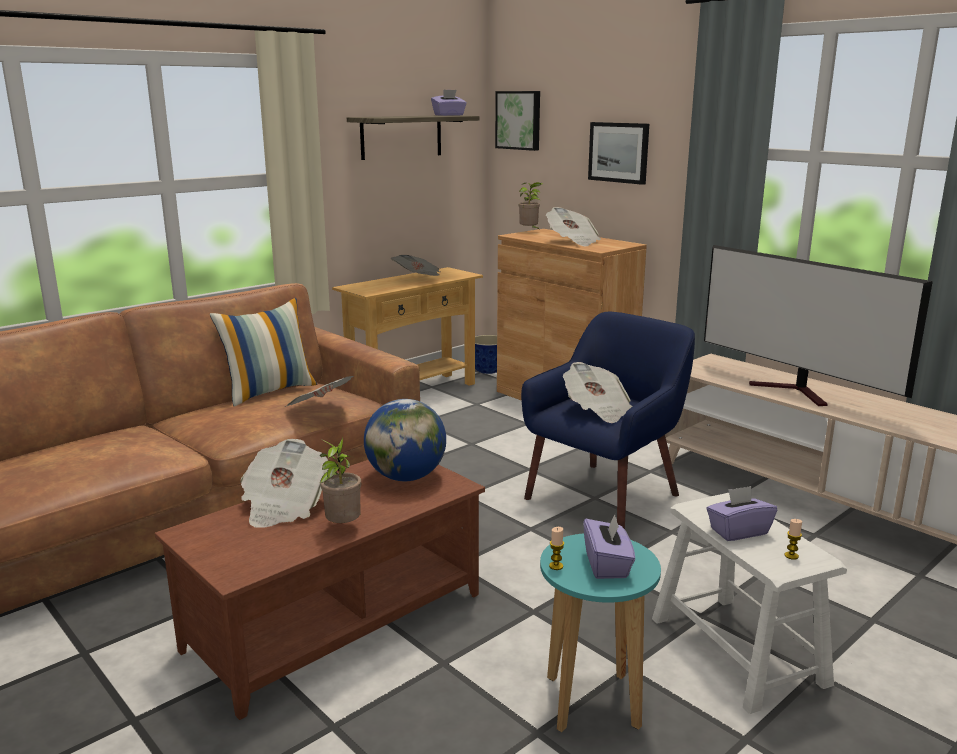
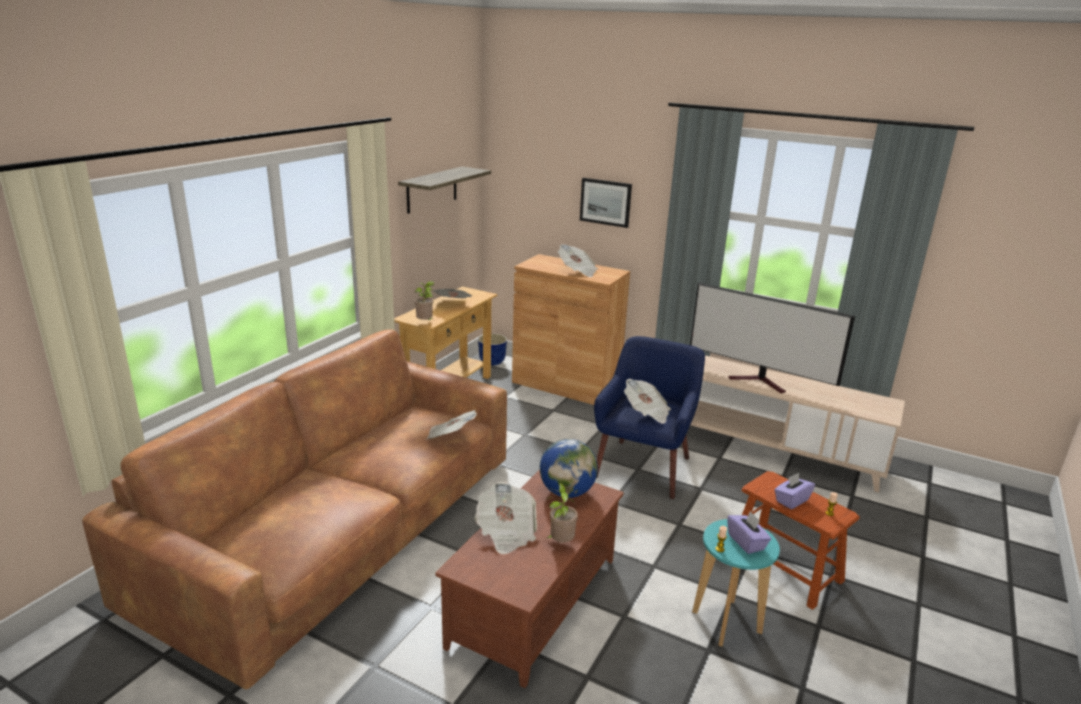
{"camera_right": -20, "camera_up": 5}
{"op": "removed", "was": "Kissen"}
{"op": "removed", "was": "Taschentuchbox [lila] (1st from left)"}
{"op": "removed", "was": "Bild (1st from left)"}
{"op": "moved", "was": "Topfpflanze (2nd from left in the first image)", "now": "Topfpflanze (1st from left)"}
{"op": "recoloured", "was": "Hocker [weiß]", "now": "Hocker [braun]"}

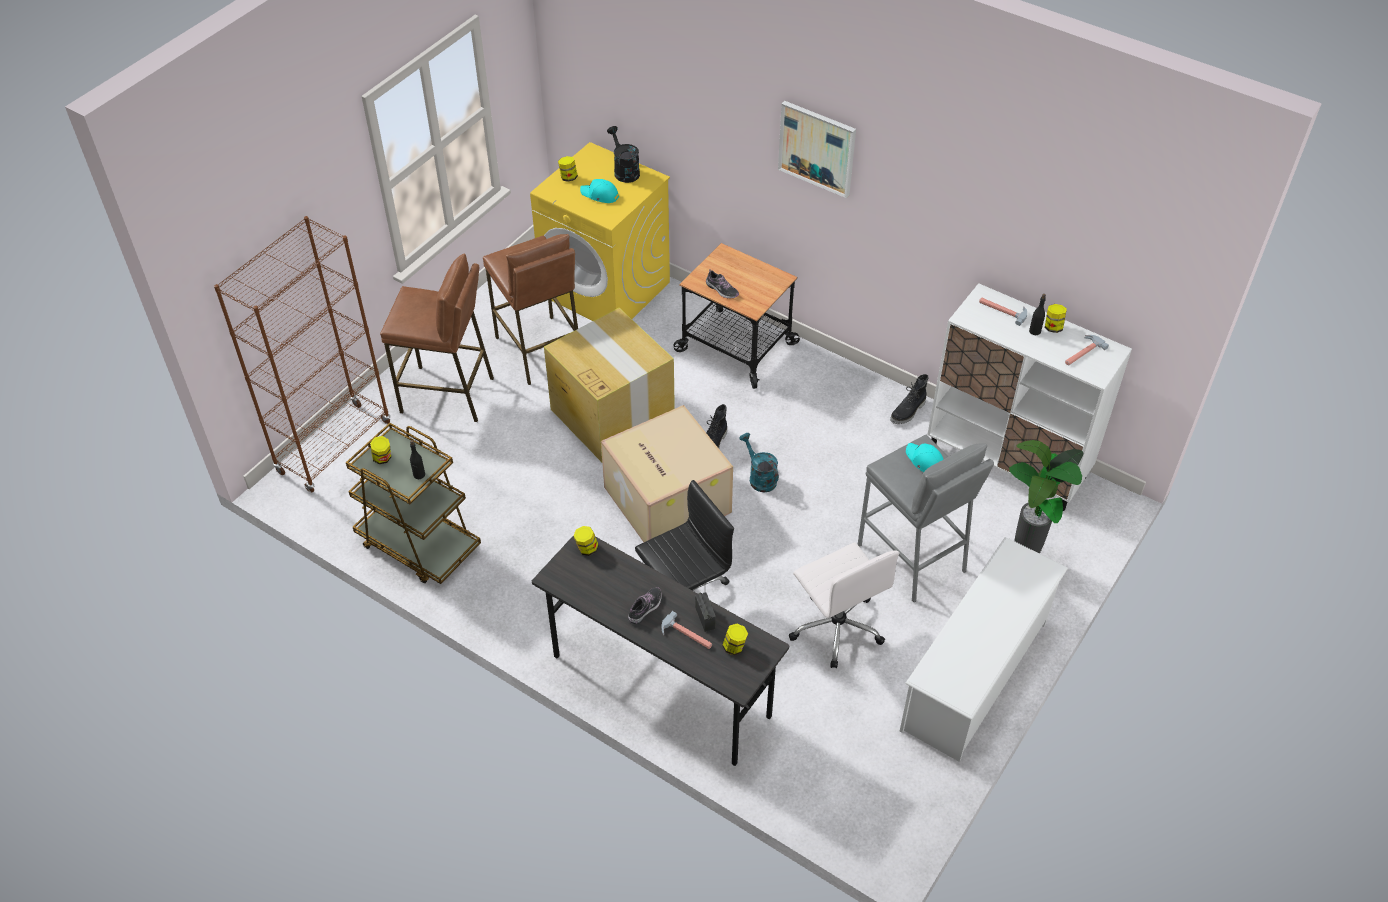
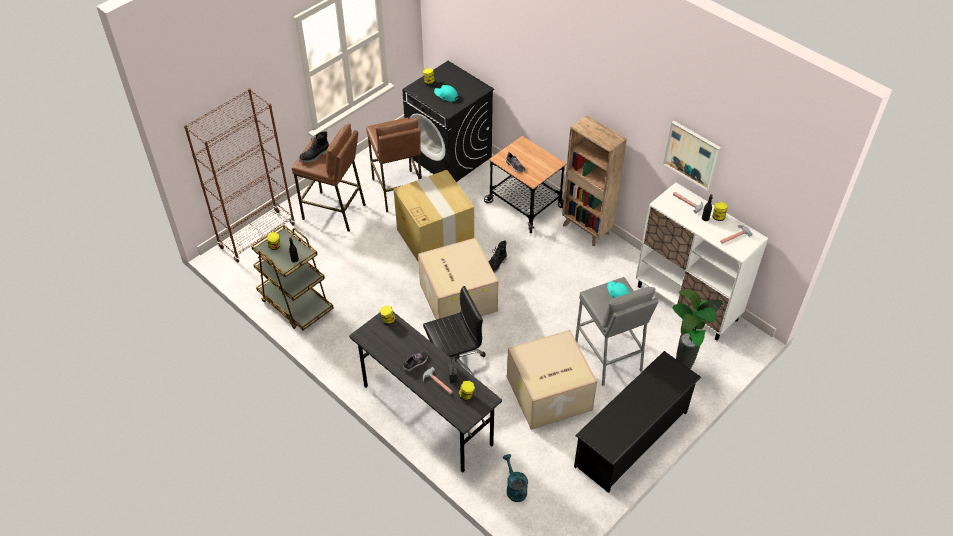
{"camera_right": 10, "camera_up": 0}
{"op": "removed", "was": "Gießkanne [schwarz]"}
{"op": "added", "now": "Bücherregal [braun] (2nd from left)"}
{"op": "moved", "was": "Gießkanne [türkis]"}
{"op": "moved", "was": "Bild"}
{"op": "moved", "was": "Stiefel [schwarz] (2nd from left in the first image)", "now": "Stiefel [schwarz] (1st from left)"}
{"op": "replaced", "was": "Bürostuhl [weiß]", "now": "Karton (3rd from left)"}
{"op": "recoloured", "was": "Waschmaschine [gelb]", "now": "Waschmaschine [schwarz]"}
{"op": "recoloured", "was": "Schuhregal [weiß]", "now": "Schuhregal [schwarz]"}

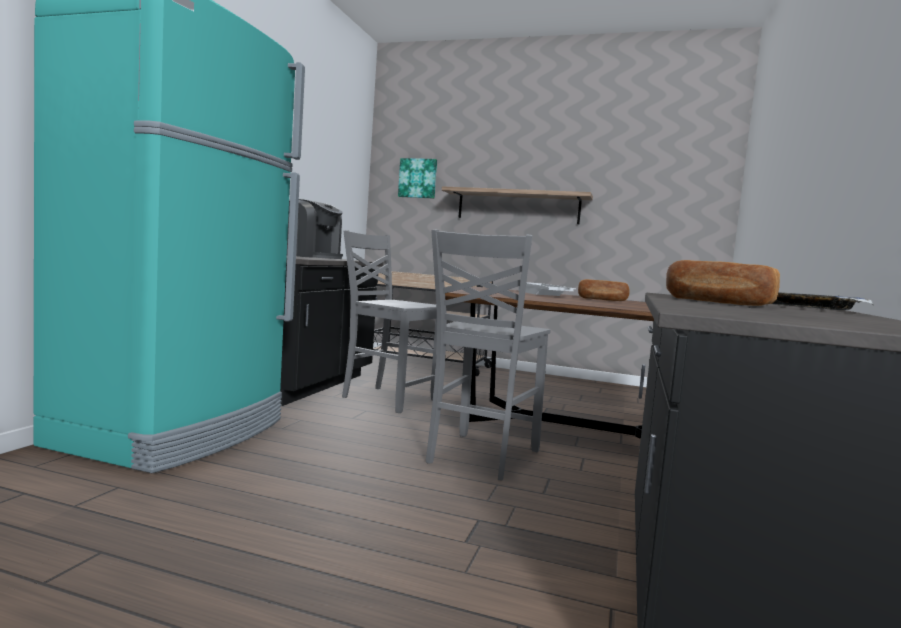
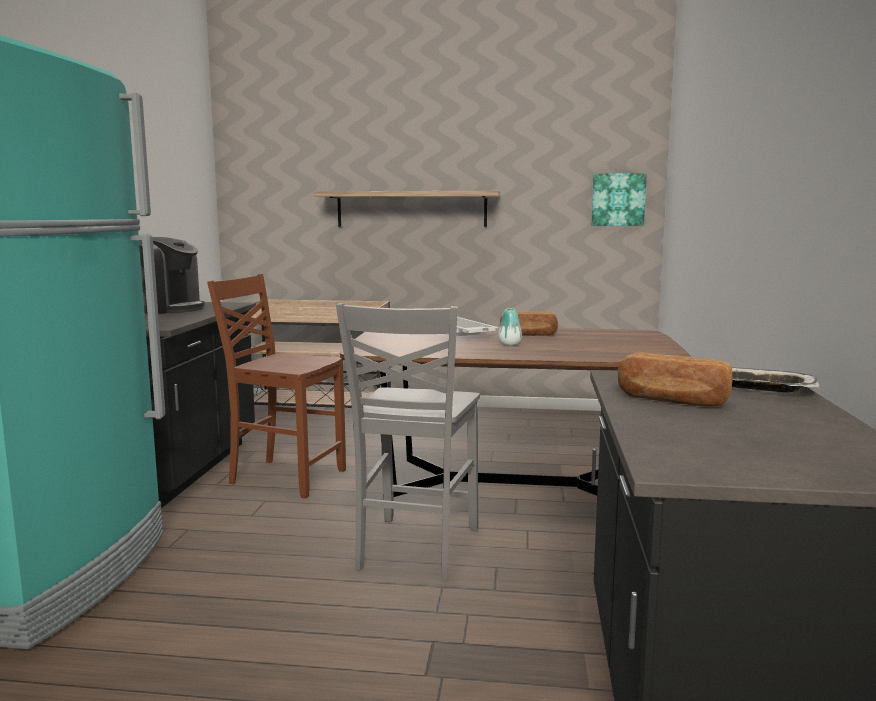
{"camera_right": -10, "camera_up": 5}
{"op": "added", "now": "Vase"}
{"op": "moved", "was": "Bild"}
{"op": "recoloured", "was": "Stuhl [grau] (1st from left)", "now": "Stuhl [braun]"}

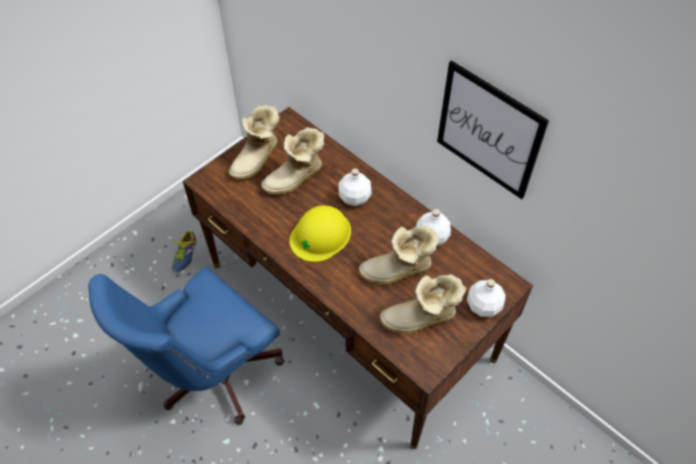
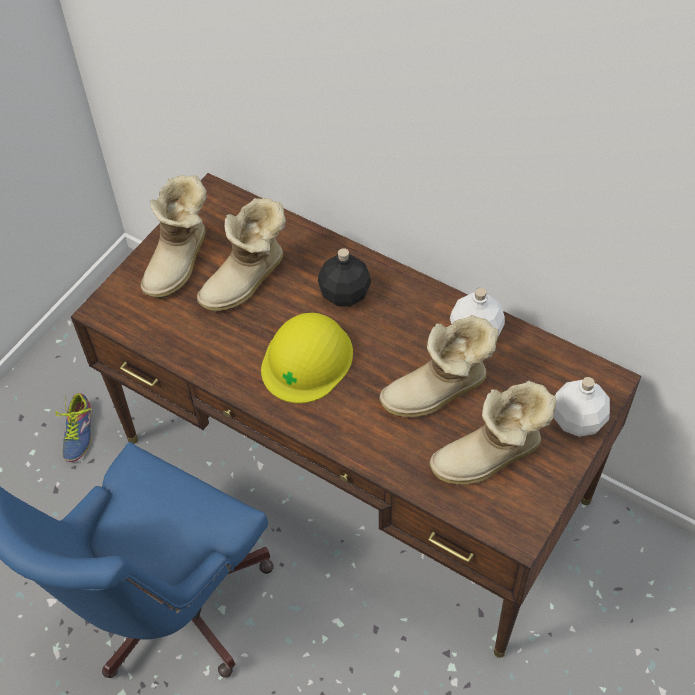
{"camera_right": -10, "camera_up": 0}
{"op": "removed", "was": "Bild"}
{"op": "recoloured", "was": "Flasche [weiß] (1st from left)", "now": "Flasche [schwarz]"}

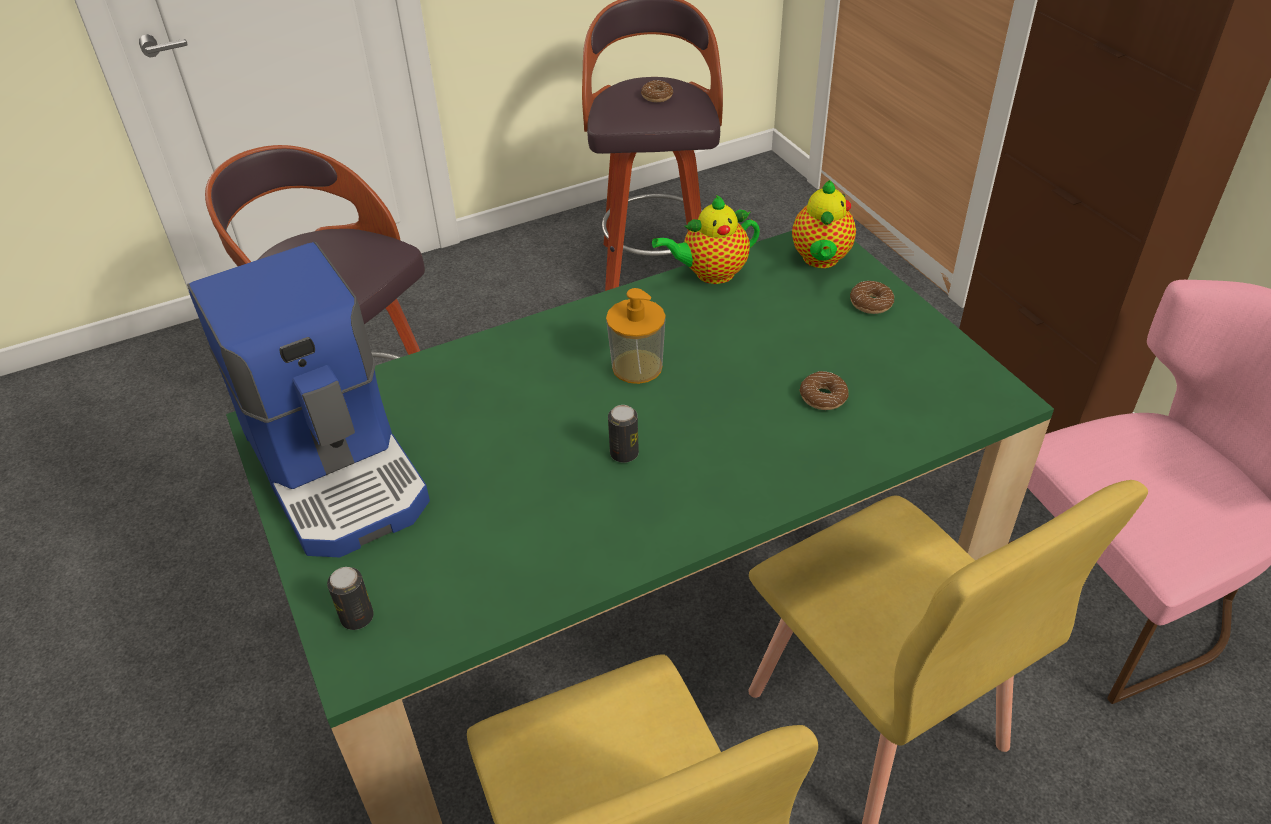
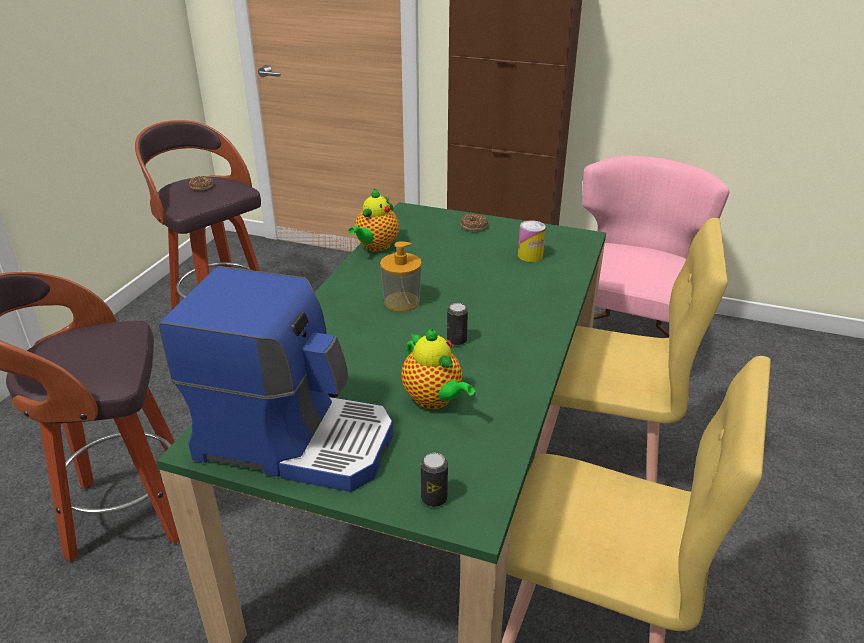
{"camera_right": -45, "camera_up": -10}
{"op": "removed", "was": "Donut (2nd from left)"}
{"op": "added", "now": "Dose (3rd from left)"}
{"op": "moved", "was": "Teekanne (2nd from left)"}

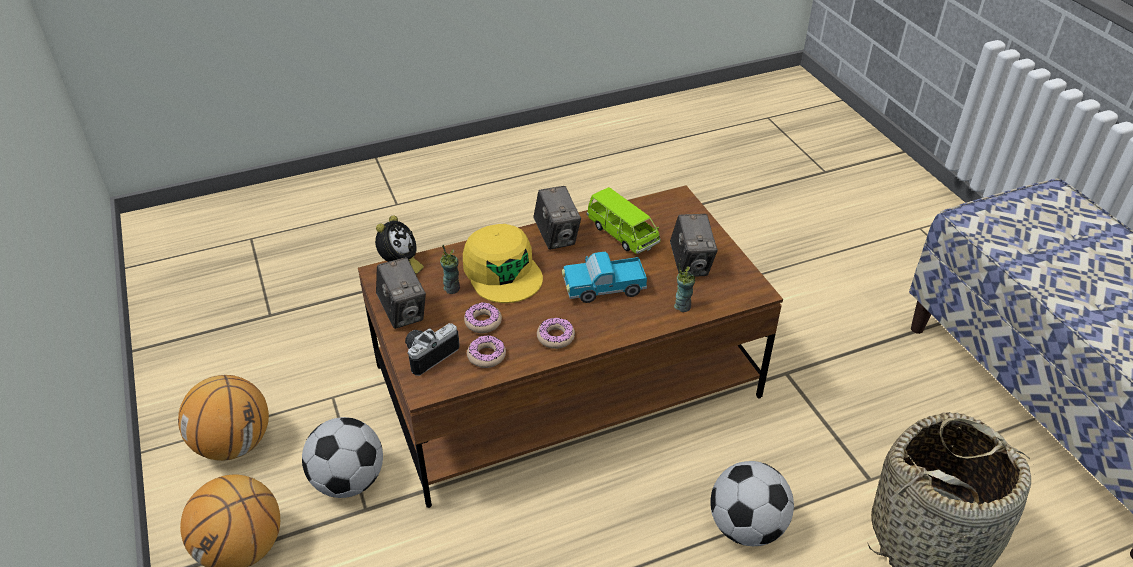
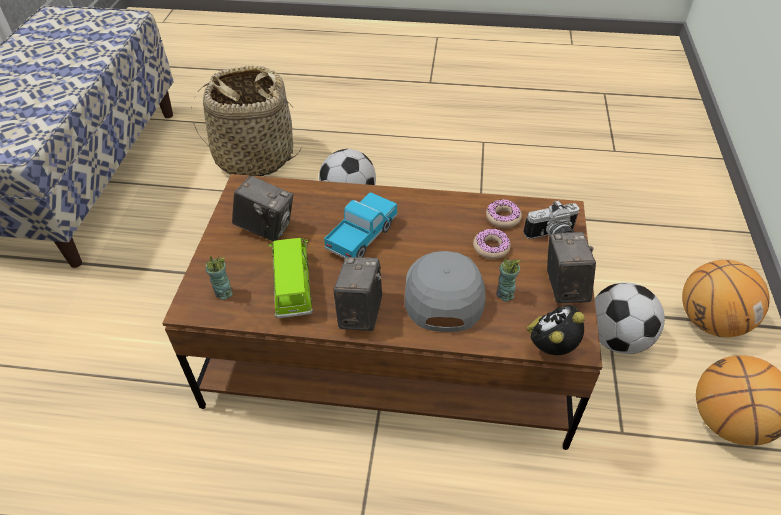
{"camera_right": -150, "camera_up": 5}
{"op": "removed", "was": "Donut (3rd from left)"}
{"op": "moved", "was": "Tasse (2nd from left in the first image)", "now": "Tasse (1st from left)"}
{"op": "recoloured", "was": "Kappe [gelb]", "now": "Kappe [grau]"}
{"op": "turned", "was": "Spielzeuglaster", "clockwise": -75}
{"op": "turned", "was": "Kamera (4th from left in the first image)", "clockwise": 90}

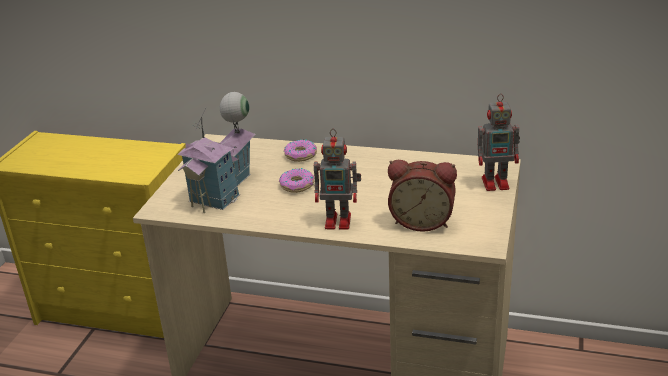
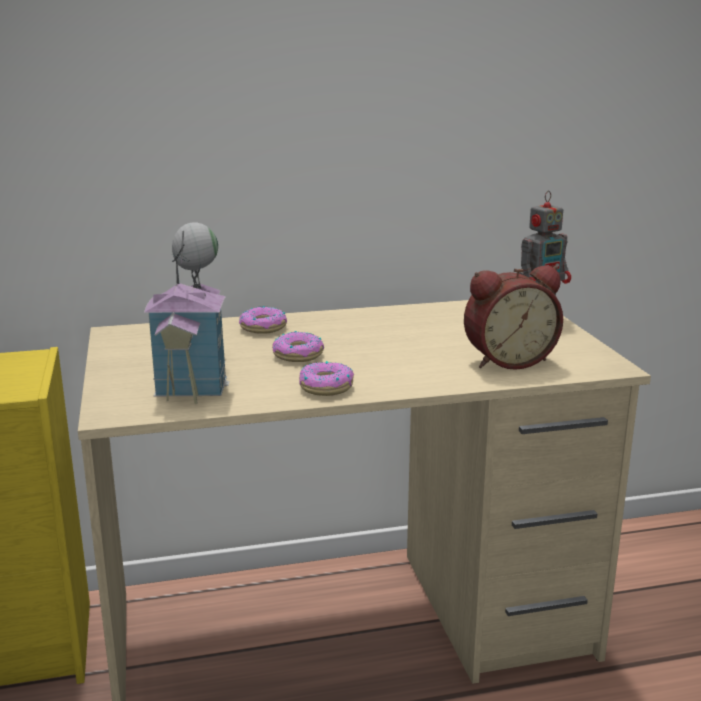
{"camera_right": -30, "camera_up": -10}
{"op": "removed", "was": "Spielzeugroboter (1st from left)"}
{"op": "added", "now": "Donut (3rd from left)"}

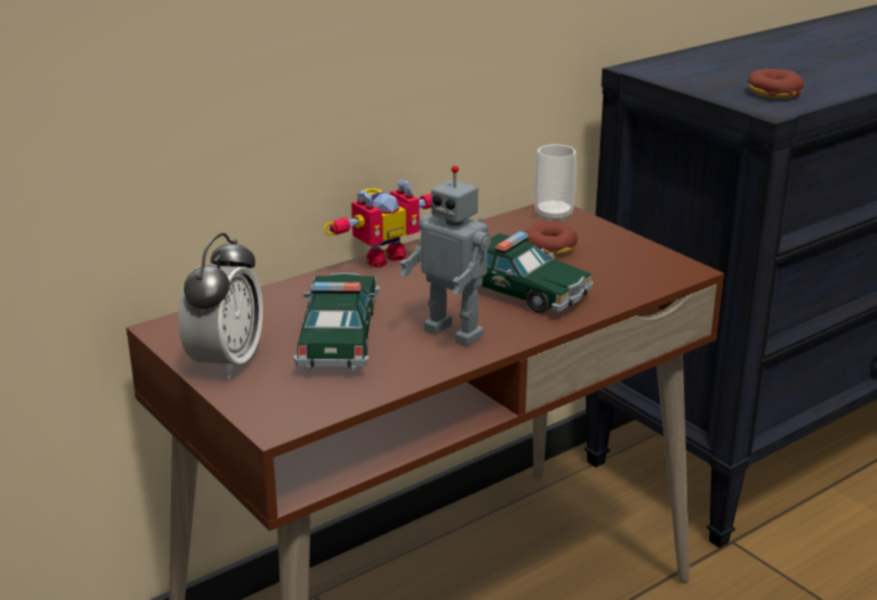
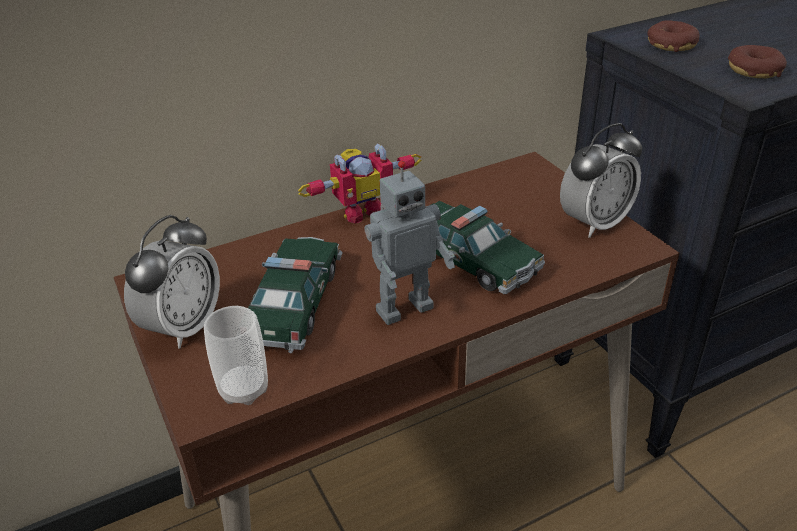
{"camera_right": 10, "camera_up": 10}
{"op": "added", "now": "Wecker (2nd from left)"}
{"op": "moved", "was": "Donut (1st from left)"}
{"op": "moved", "was": "Tasse"}
{"op": "turned", "was": "Spielzeugroboter (2nd from left)", "clockwise": -75}

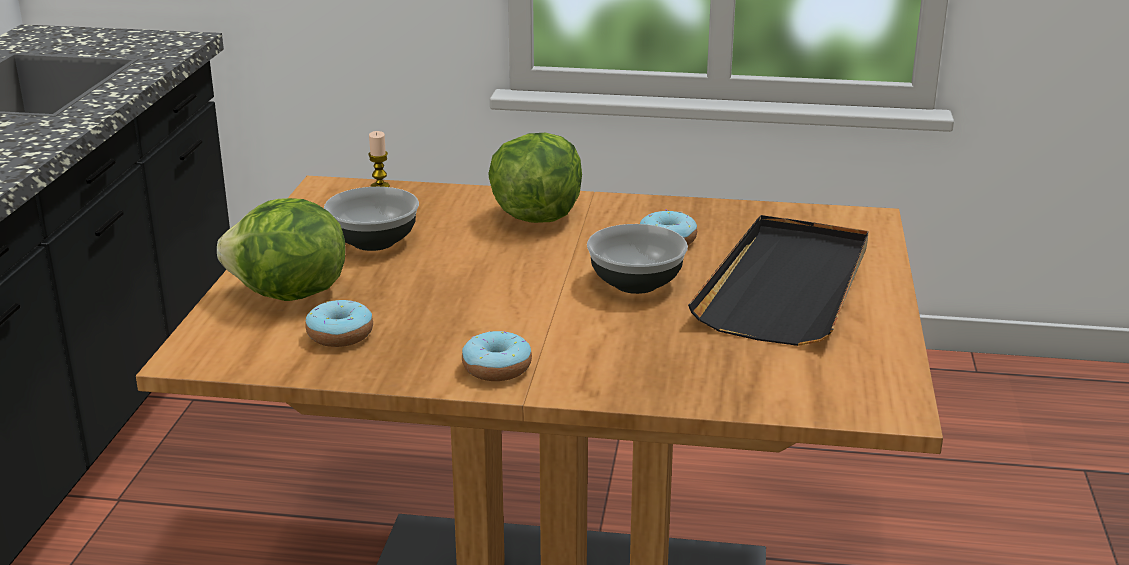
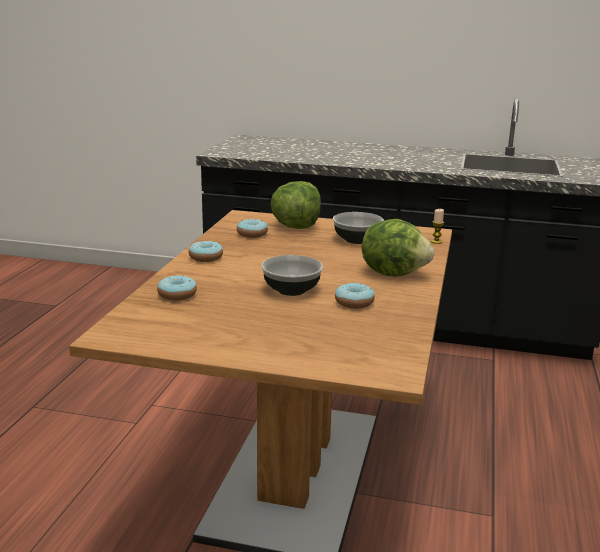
{"camera_right": 95, "camera_up": -5}
{"op": "removed", "was": "Tablett [schwarz]"}
{"op": "added", "now": "Donut (1st from left)"}

